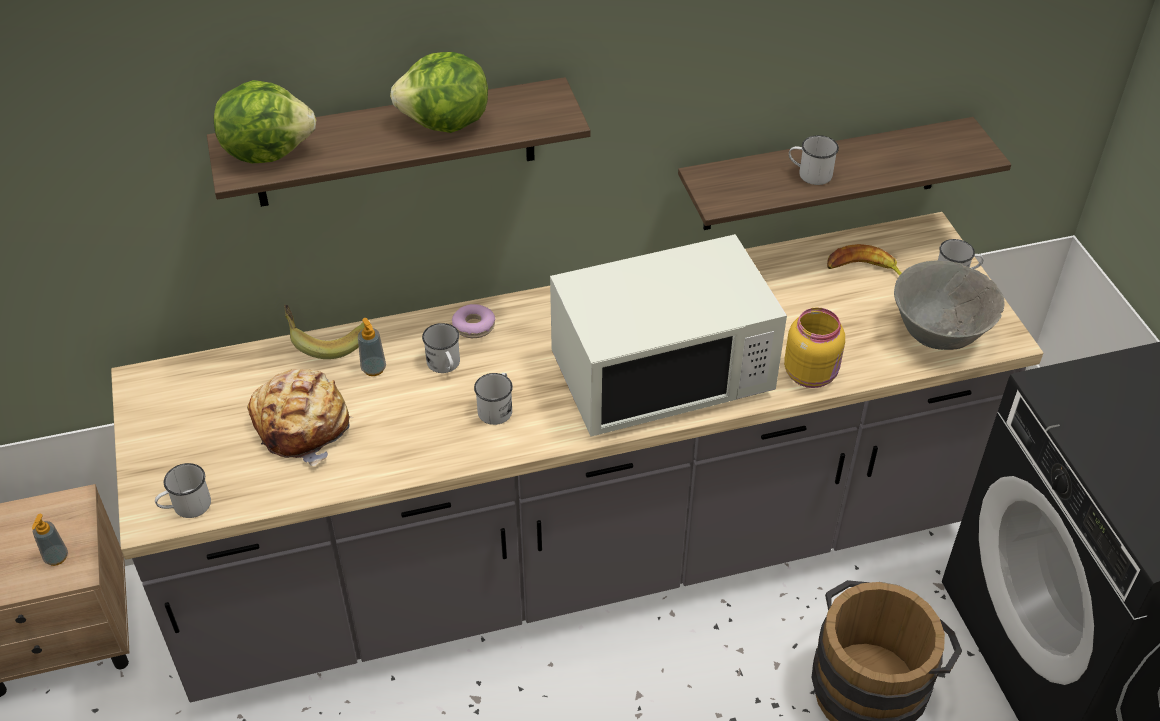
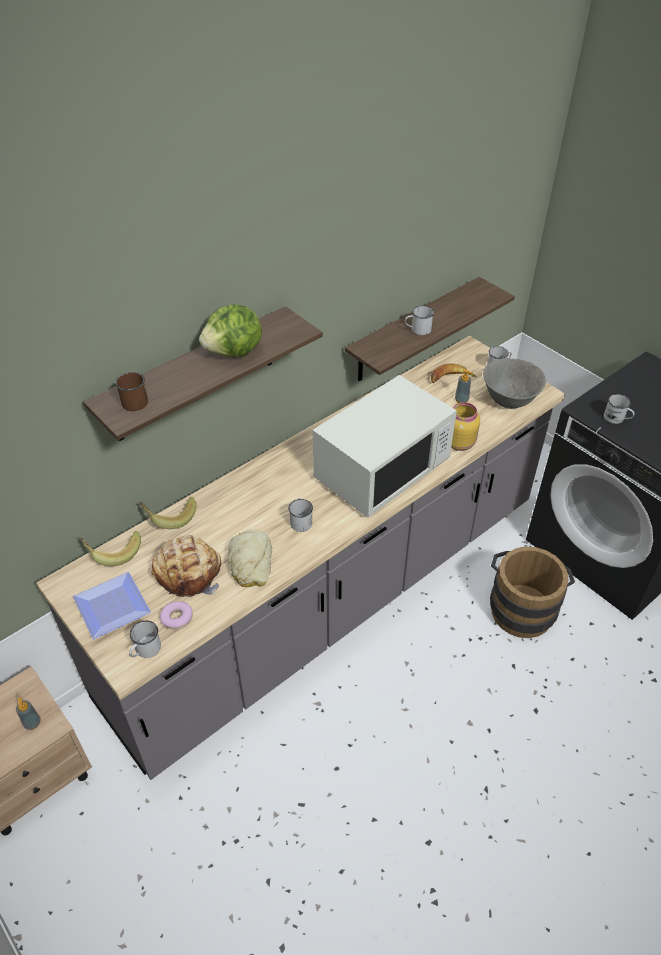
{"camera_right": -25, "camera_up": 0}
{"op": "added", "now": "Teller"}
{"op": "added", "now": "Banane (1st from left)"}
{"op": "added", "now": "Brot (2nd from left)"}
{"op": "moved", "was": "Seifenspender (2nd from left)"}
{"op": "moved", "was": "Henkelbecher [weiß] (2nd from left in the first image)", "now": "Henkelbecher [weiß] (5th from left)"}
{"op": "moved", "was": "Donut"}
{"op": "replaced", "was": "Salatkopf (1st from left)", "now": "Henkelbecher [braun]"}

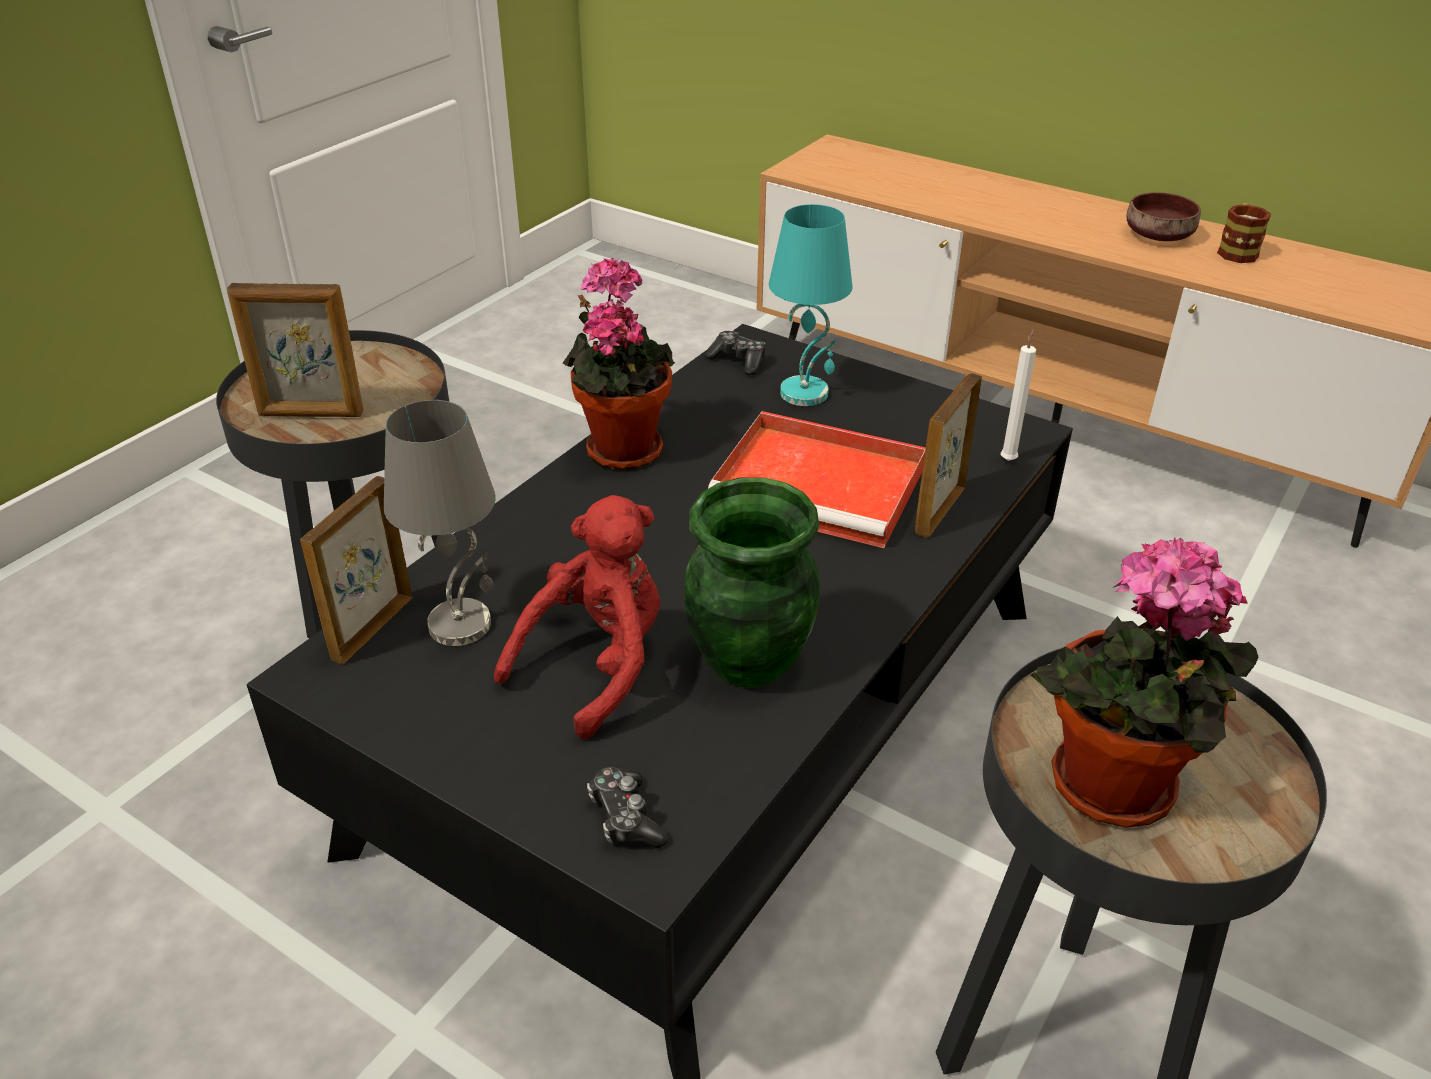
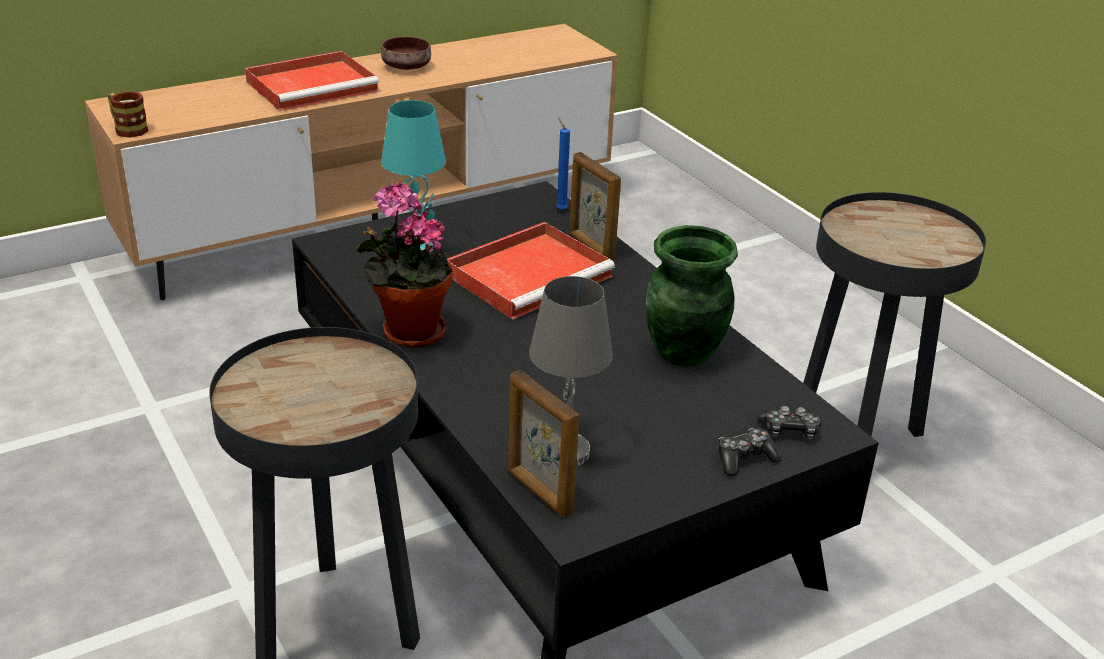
{"camera_right": -65, "camera_up": -5}
{"op": "removed", "was": "Bilderrahmen (1st from left)"}
{"op": "removed", "was": "Plüschtier [rot]"}
{"op": "removed", "was": "Topfpflanze (2nd from left)"}
{"op": "added", "now": "Tablett [rot] (1st from left)"}
{"op": "moved", "was": "Gamepad (2nd from left in the first image)", "now": "Gamepad (1st from left)"}
{"op": "moved", "was": "Henkelbecher"}
{"op": "recoloured", "was": "Kerze [weiß]", "now": "Kerze [blau]"}

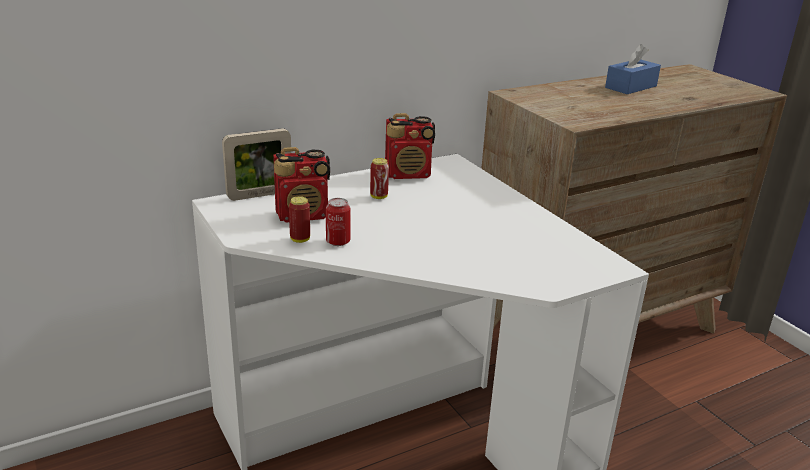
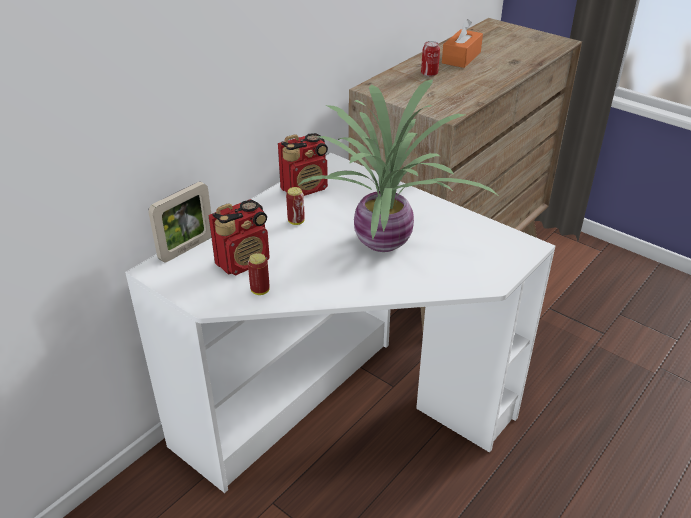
{"camera_right": -20, "camera_up": 10}
{"op": "added", "now": "Topfpflanze"}
{"op": "moved", "was": "Dose (2nd from left in the first image)", "now": "Dose (3rd from left)"}
{"op": "recoloured", "was": "Taschentuchbox [blau]", "now": "Taschentuchbox [orange]"}

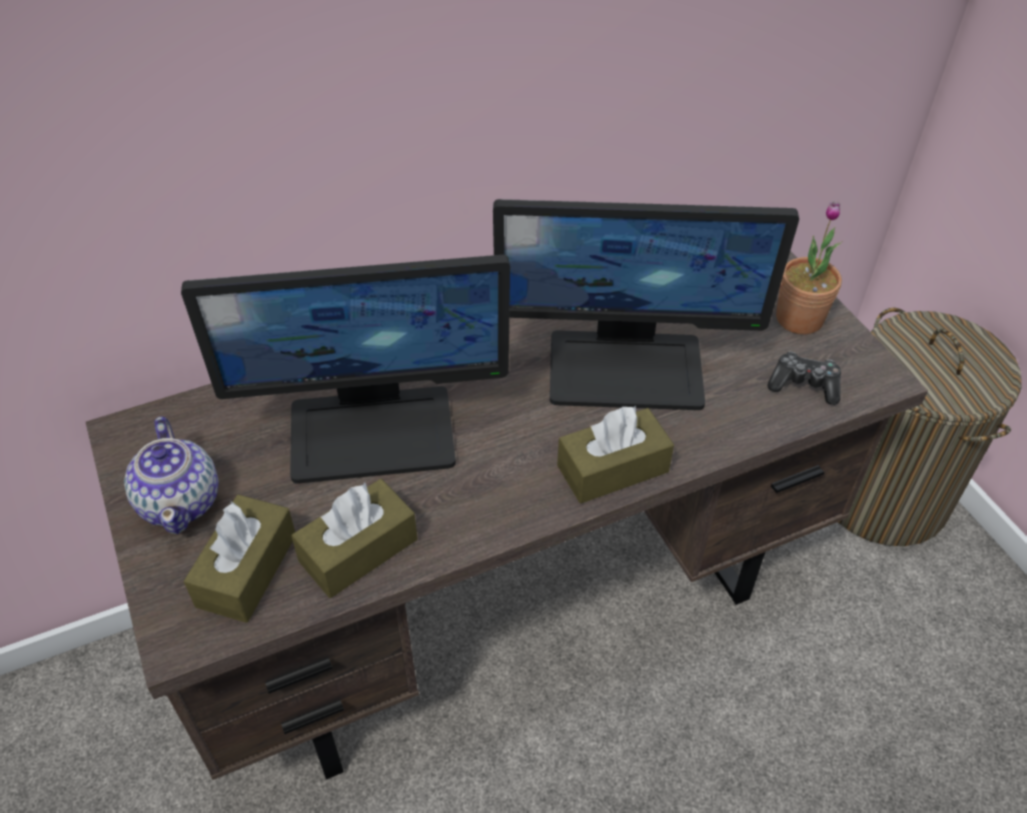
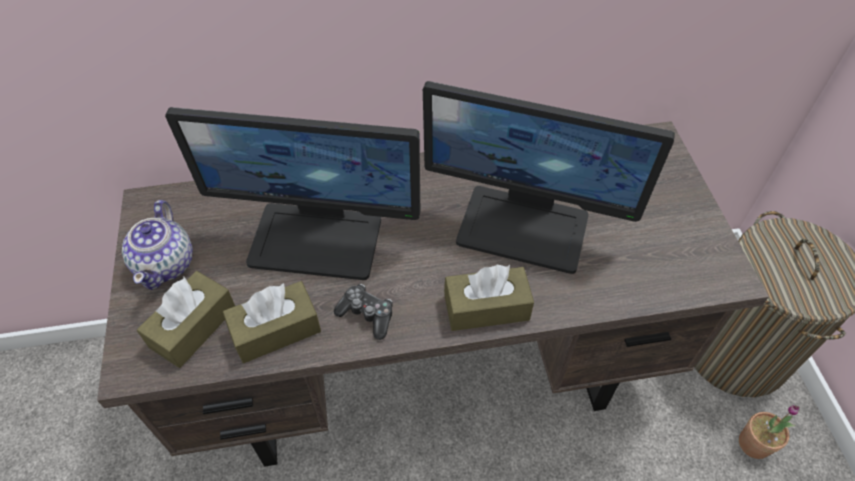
{"camera_right": 15, "camera_up": 5}
{"op": "moved", "was": "Gamepad"}
{"op": "moved", "was": "Topfpflanze"}

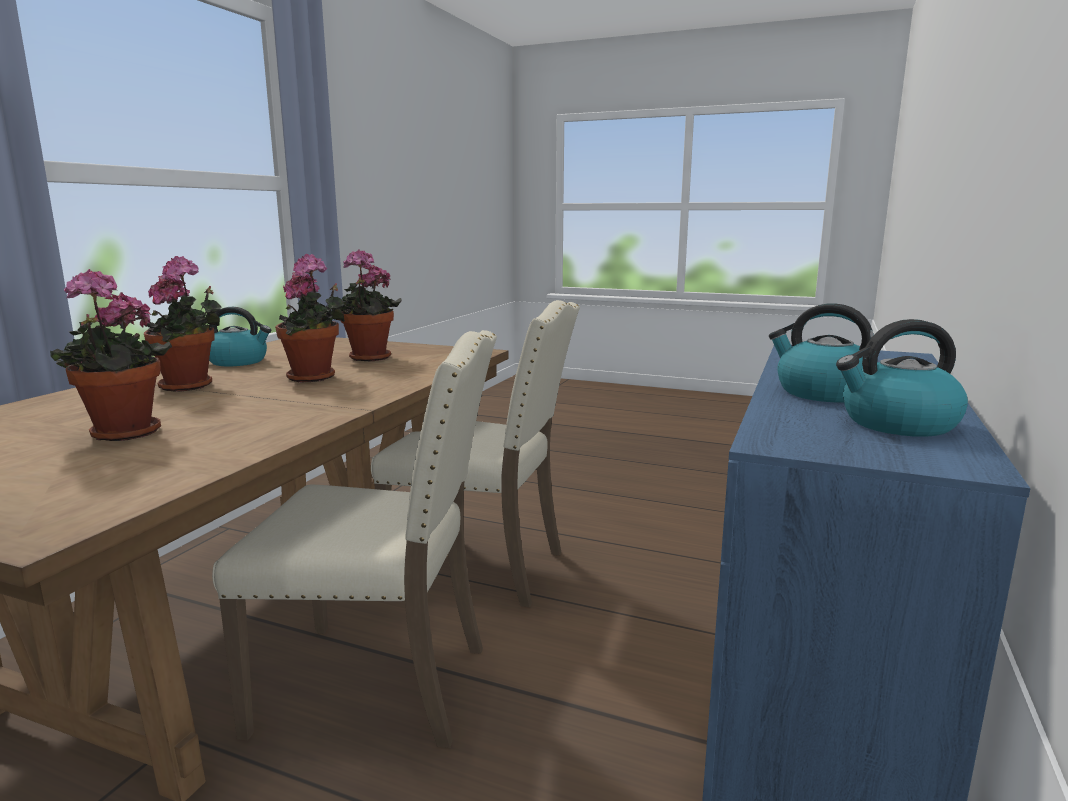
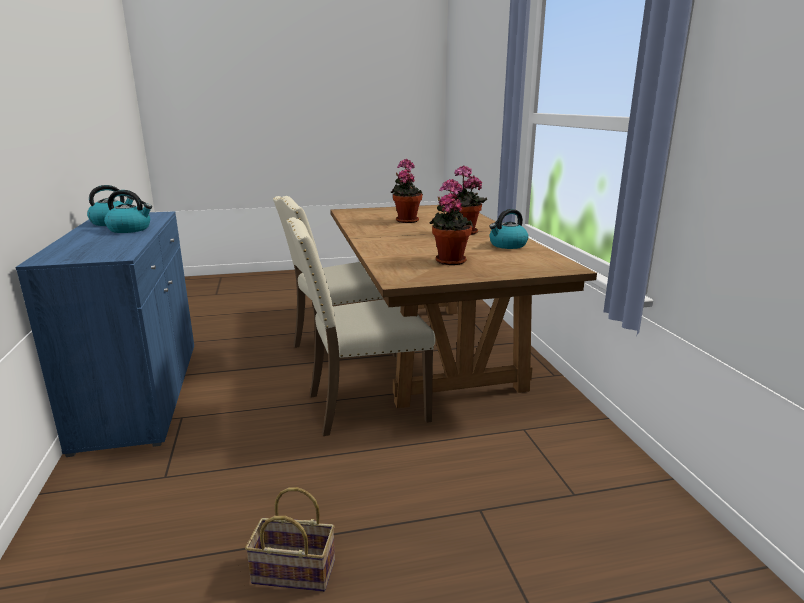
{"camera_right": 145, "camera_up": 5}
{"op": "removed", "was": "Topfpflanze (3rd from left)"}
{"op": "added", "now": "Korb"}

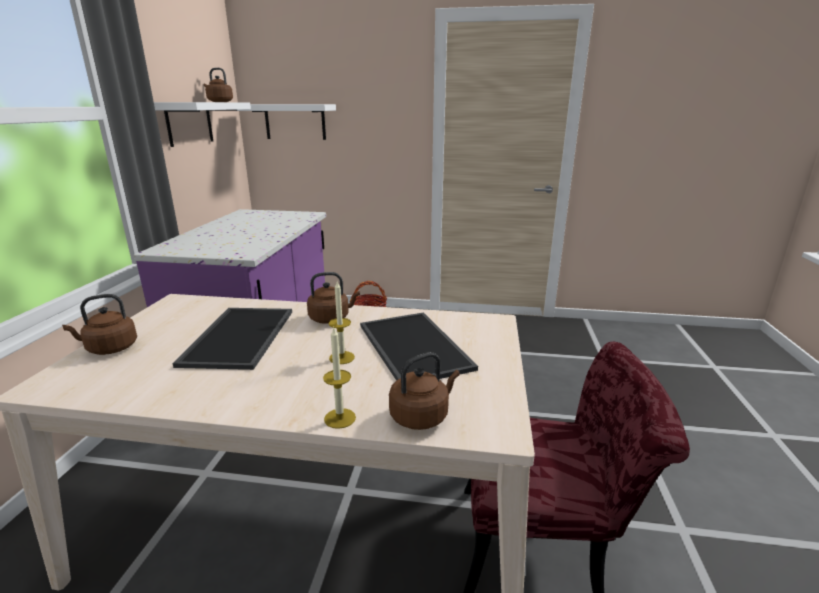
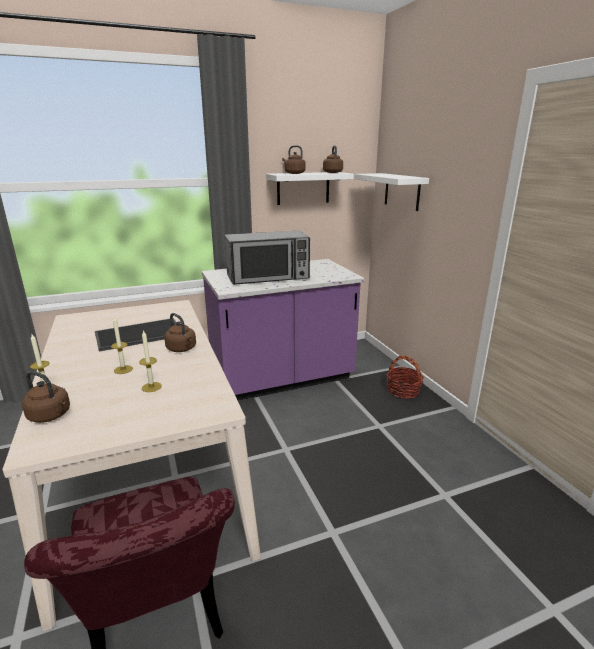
{"camera_right": 60, "camera_up": 0}
{"op": "added", "now": "Mikrowelle"}
{"op": "moved", "was": "Wasserkessel [braun] (1st from left in the first image)", "now": "Wasserkessel [braun] (3rd from left)"}
{"op": "replaced", "was": "Tablett (2nd from left)", "now": "Kerze (3rd from left)"}

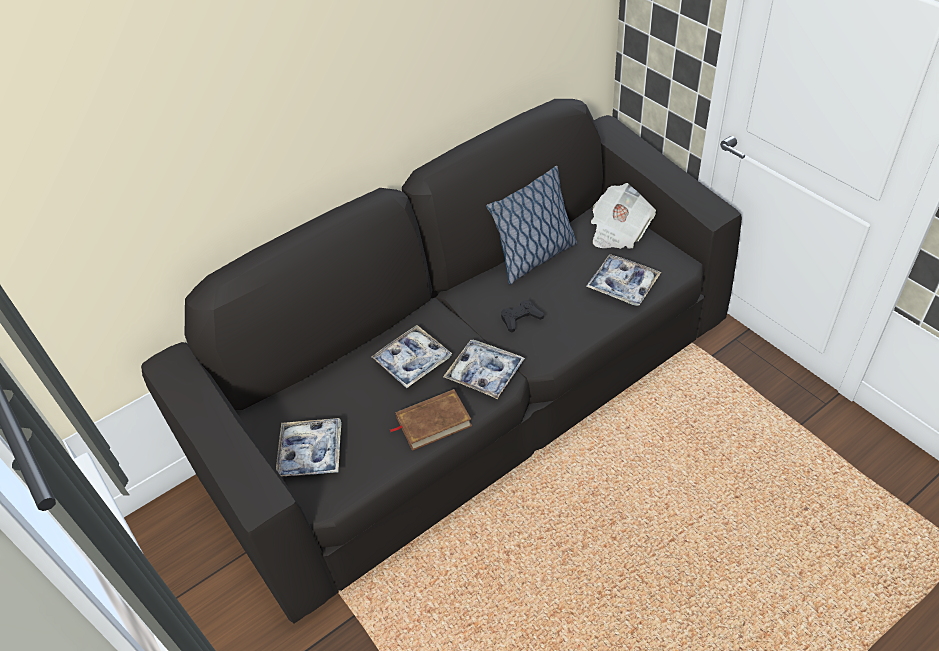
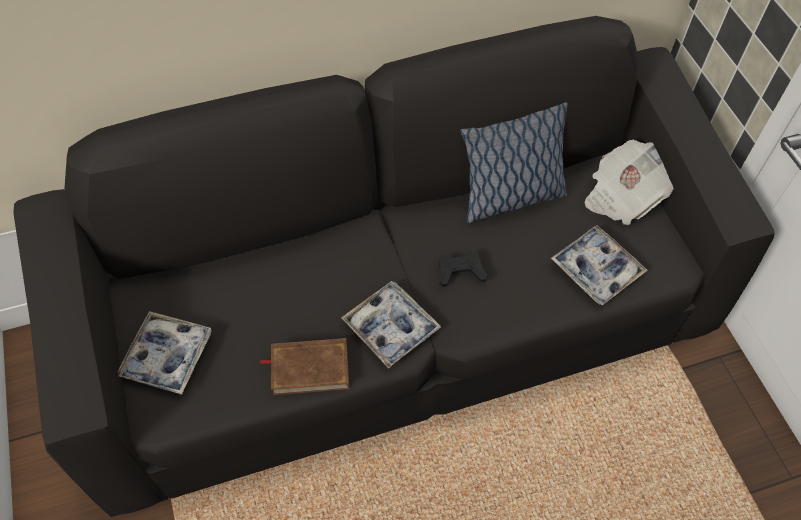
{"camera_right": 15, "camera_up": 10}
{"op": "removed", "was": "Tablett (2nd from left)"}

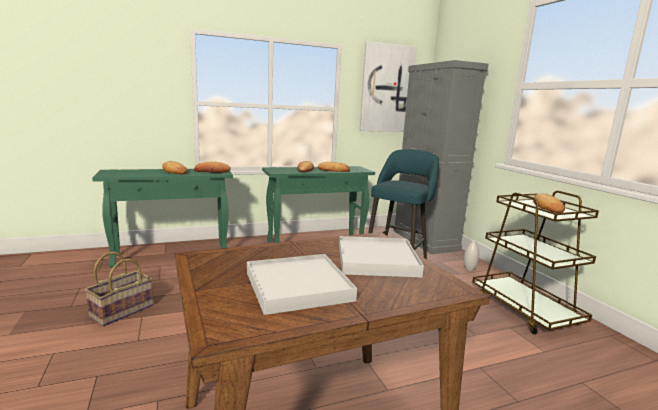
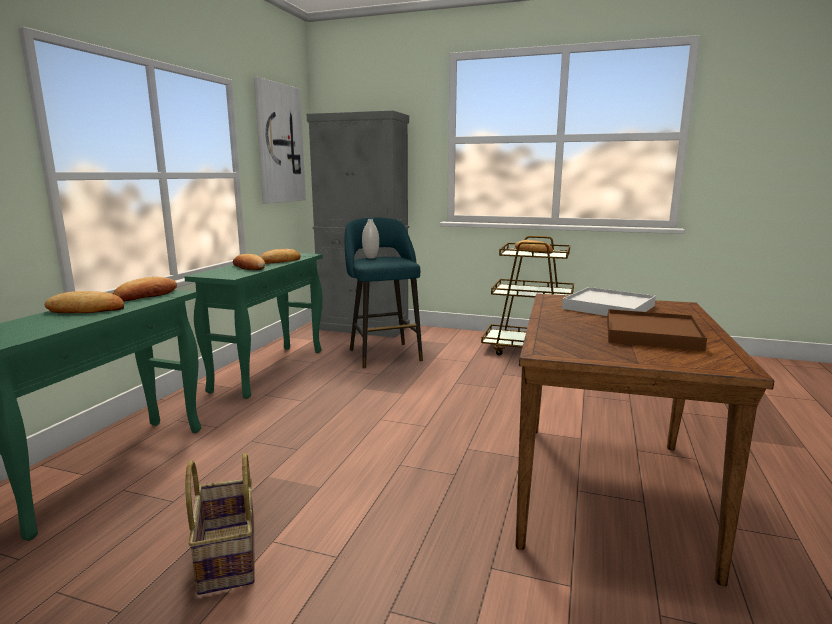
{"camera_right": -50, "camera_up": 0}
{"op": "moved", "was": "Vase [weiß]"}
{"op": "recoloured", "was": "Tablett [weiß] (1st from left)", "now": "Tablett [braun]"}

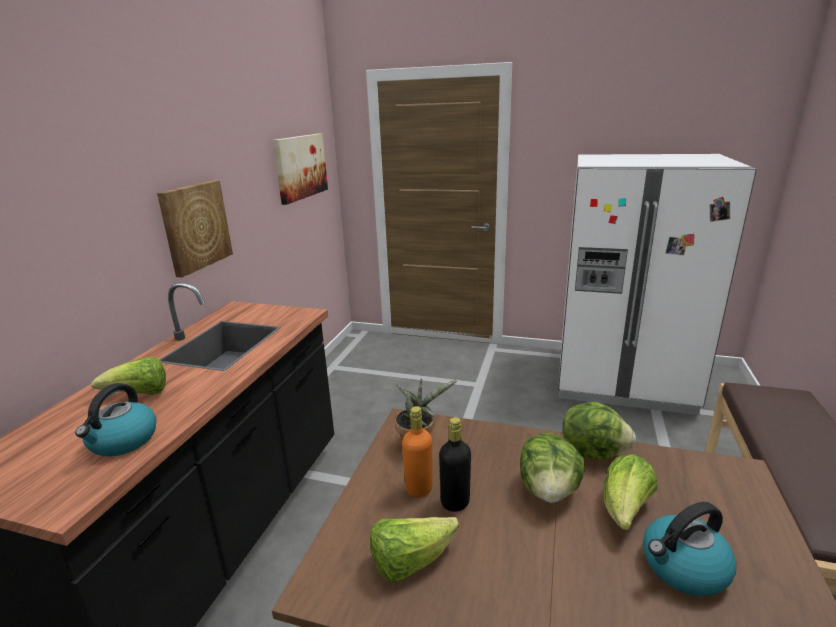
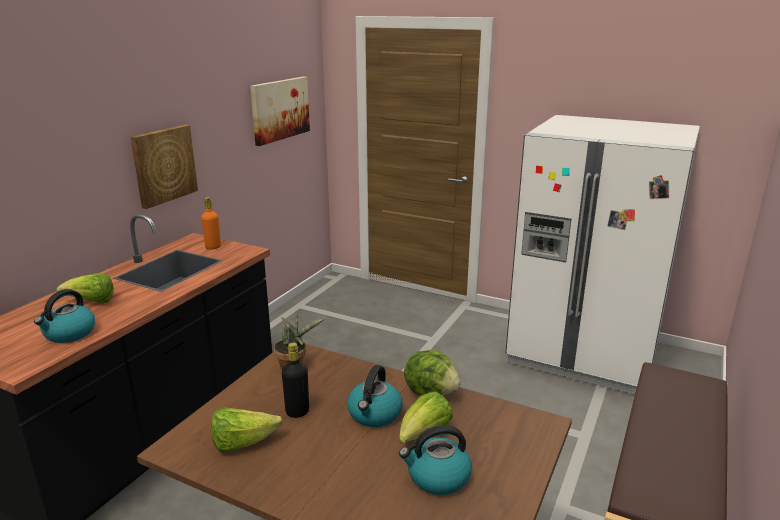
{"camera_right": 10, "camera_up": 0}
{"op": "moved", "was": "Flasche [orange]"}
{"op": "replaced", "was": "Salatkopf (3rd from left)", "now": "Wasserkessel (2nd from left)"}

